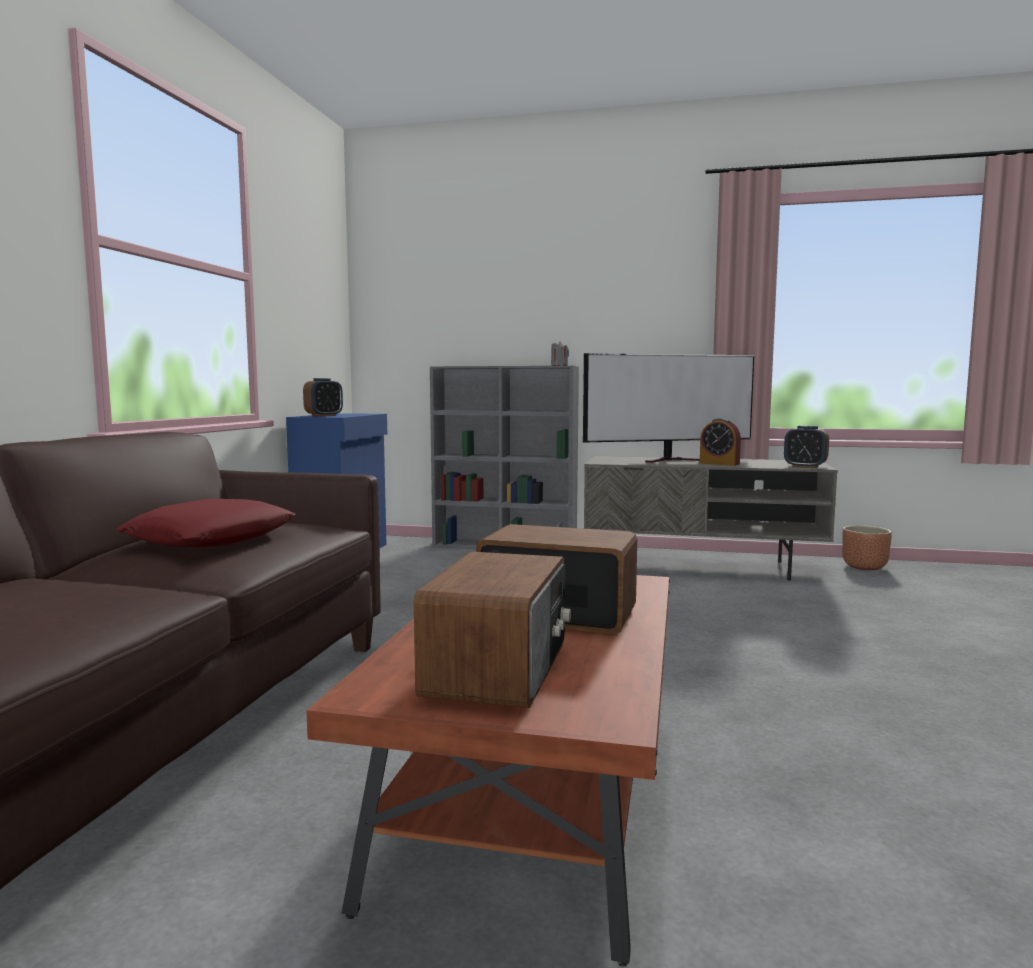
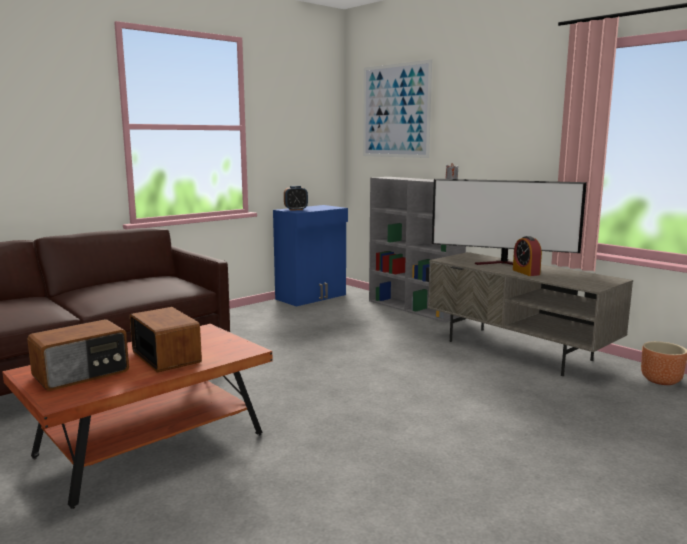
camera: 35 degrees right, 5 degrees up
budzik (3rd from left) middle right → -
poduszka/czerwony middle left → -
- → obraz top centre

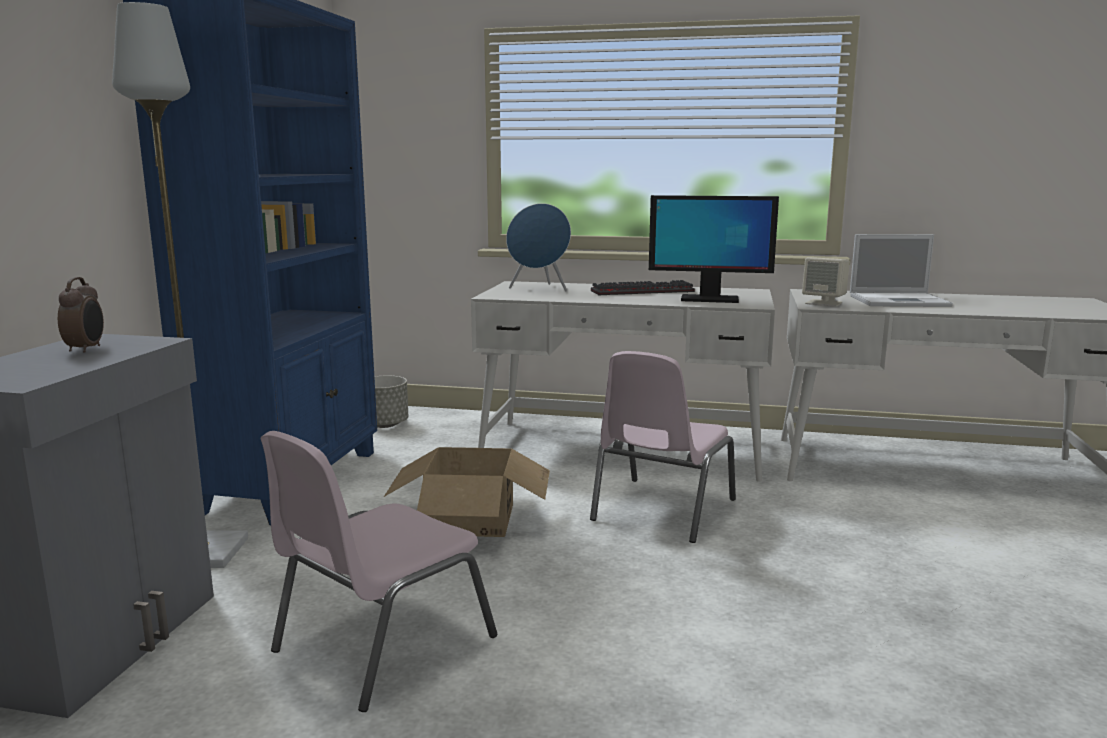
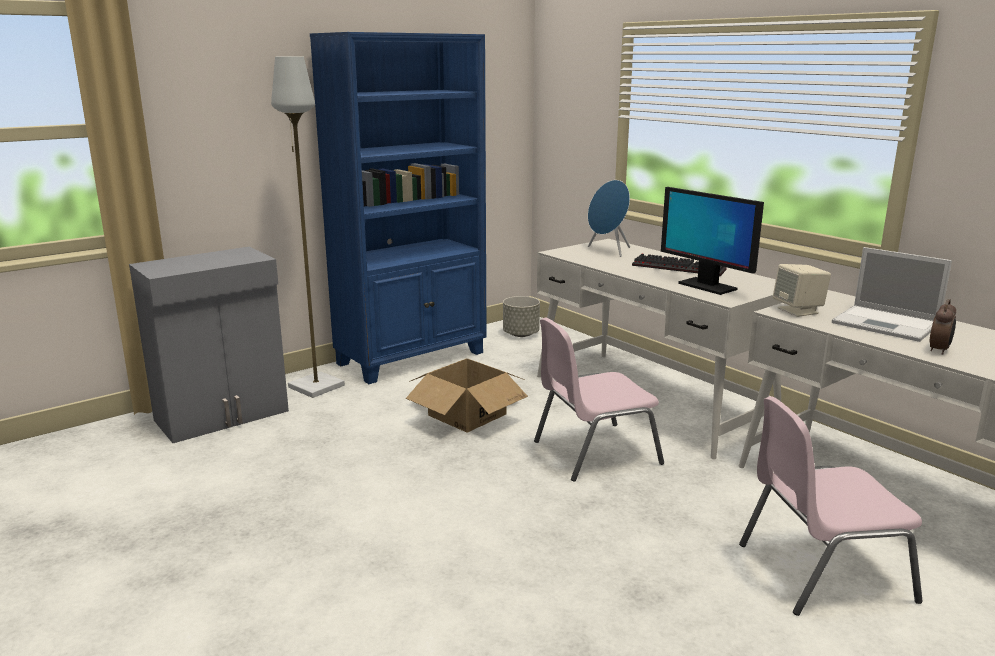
camera: 40 degrees right, 5 degrees up
budzik middle left → budzik middle right, move
krzesło/różowy (1st from left in the first image) bottom centre → krzesło/różowy (2nd from left) bottom right, move

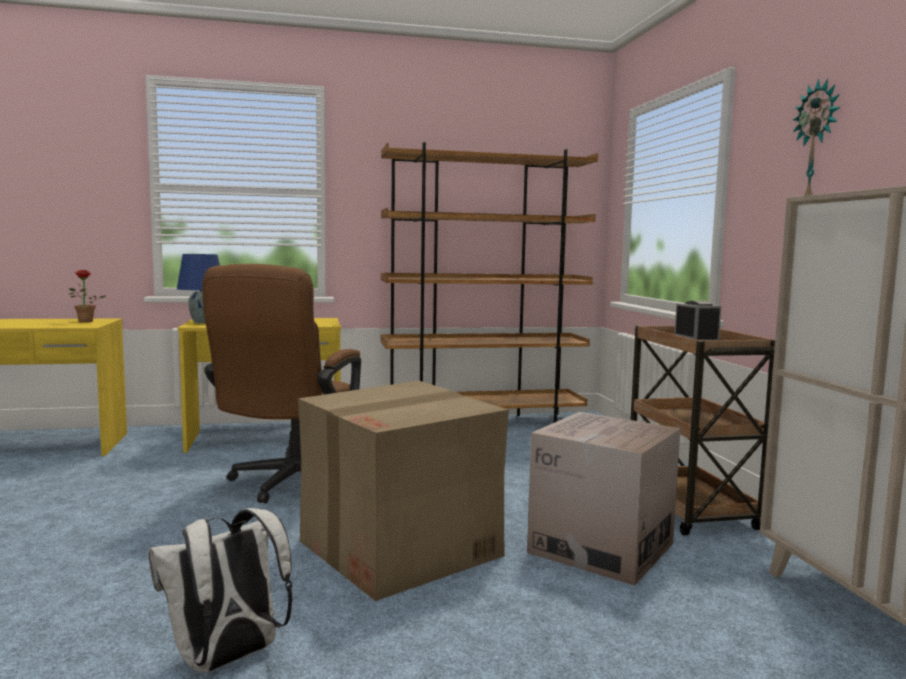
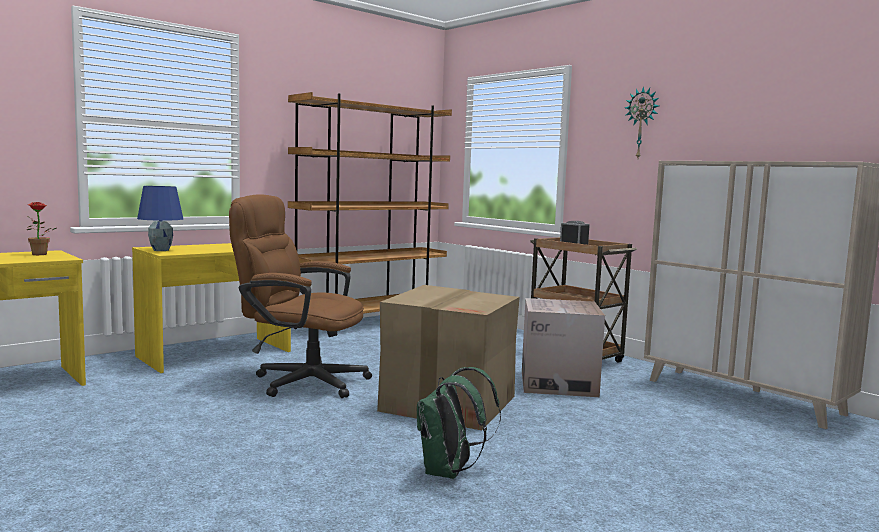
camera: 30 degrees left, 0 degrees up
krzesło biurowe/brązowy middle left → krzesło biurowe/brązowy centre, 120 degrees clockwise
plecak/biały bottom left → plecak/zielony bottom centre

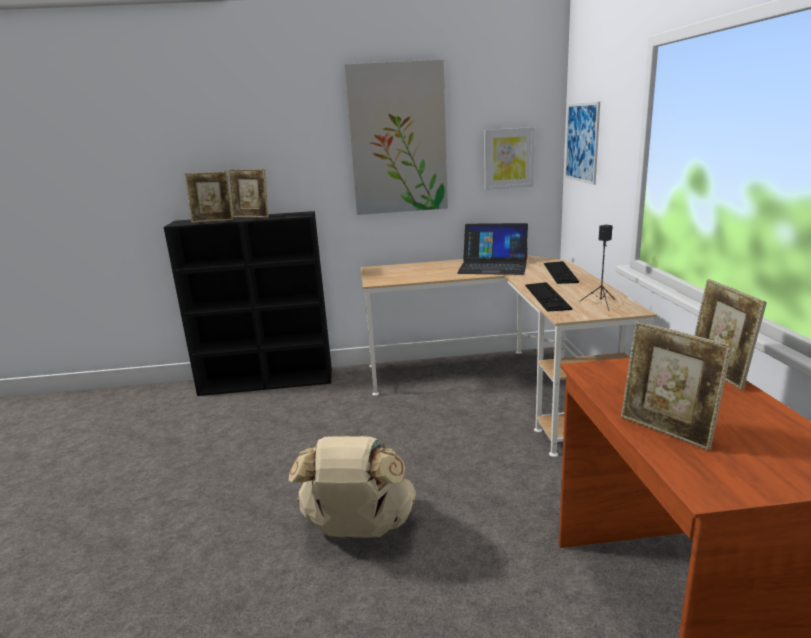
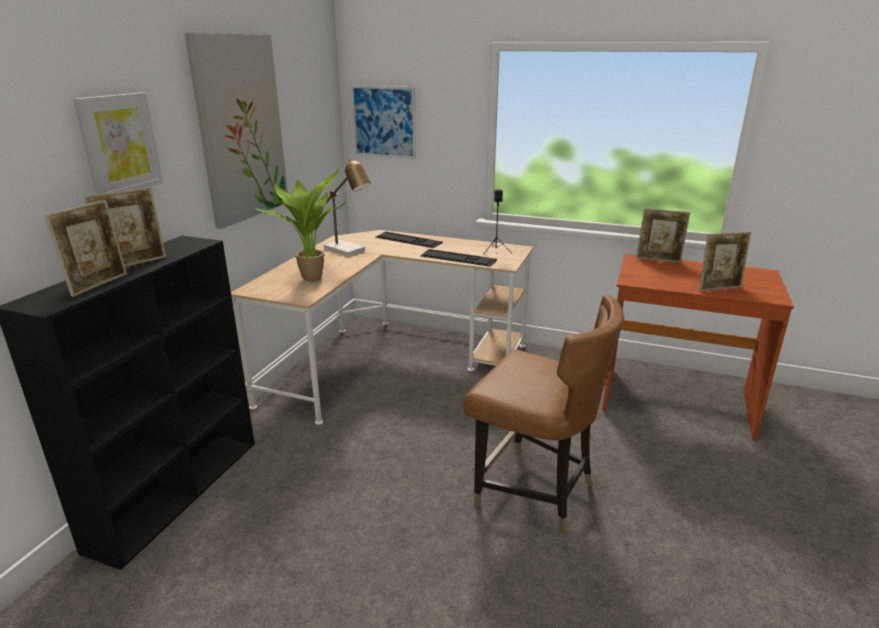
camera: 65 degrees left, 5 degrees up
obraz (2nd from left in the first image) top centre → obraz (1st from left) top left, move
laptop centre → lampa stołowa top centre
plecak/beżowy bottom centre → krzesło/brązowy centre
- → roślina doniczkowa centre

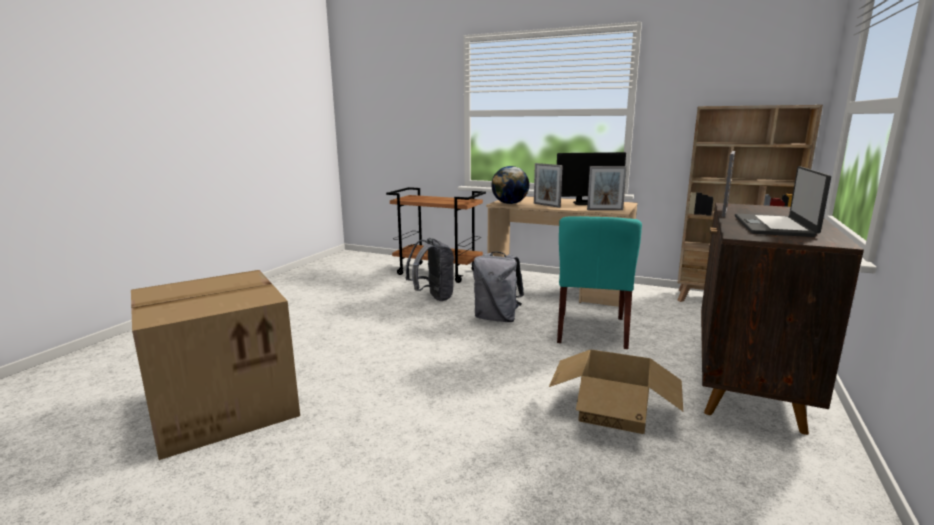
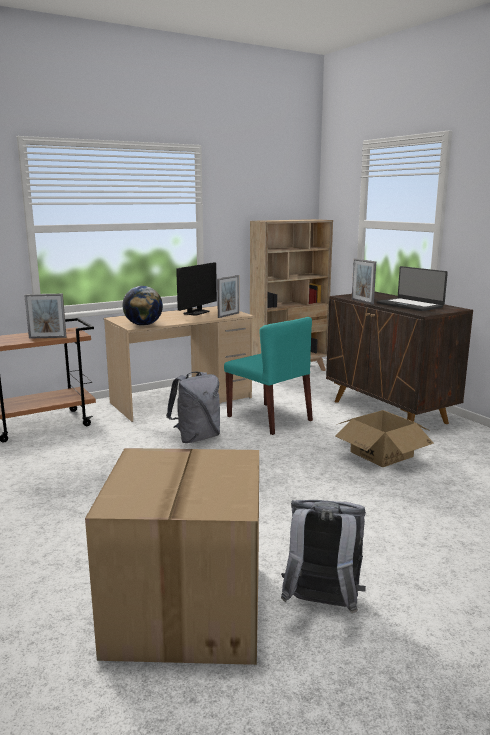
camera: 55 degrees left, 0 degrees up
ramka na zdjęcie (1st from left) centre → ramka na zdjęcie (1st from left) middle left, move
plecak/szary (1st from left in the first image) centre → plecak/szary (2nd from left) bottom centre, move

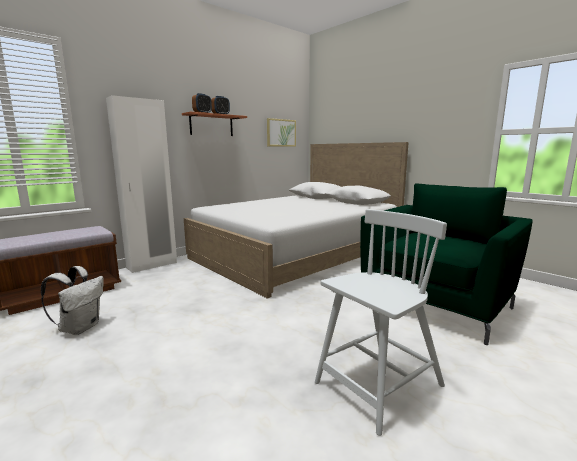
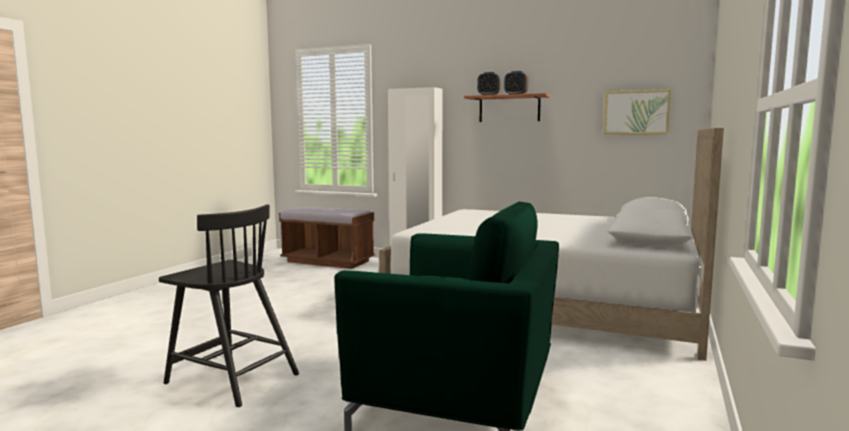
camera: 65 degrees right, 5 degrees down
krzesło/biały bottom centre → krzesło/czarny bottom left
plecak/biały middle left → -

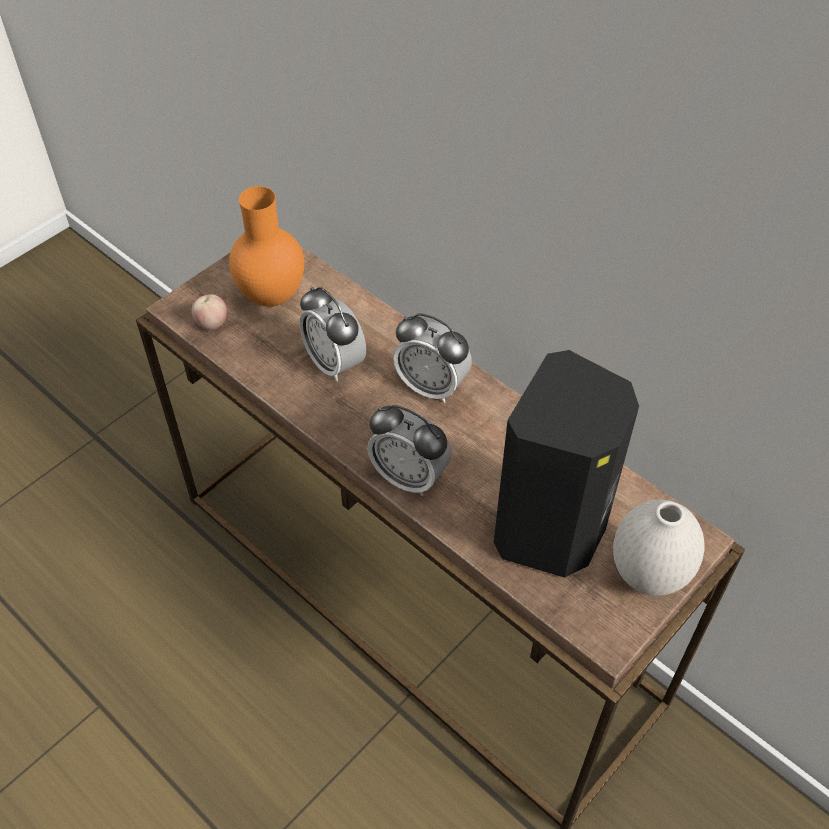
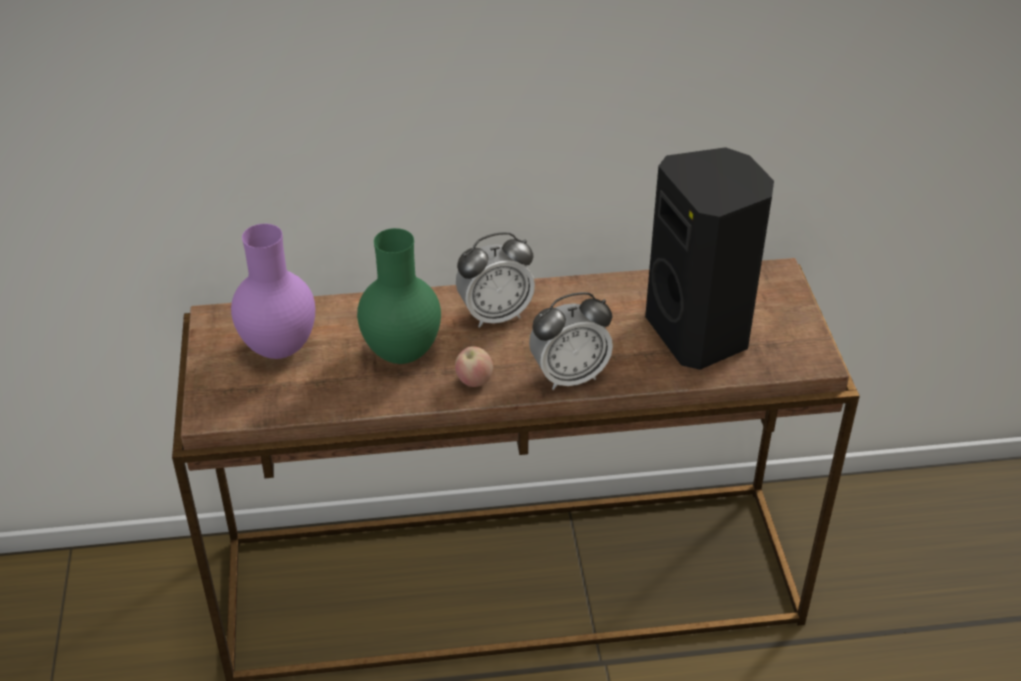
camera: 50 degrees left, 10 degrees down
wazon/pomarańczowy top left → wazon/fioletowy middle left
budzik (1st from left) centre → wazon/zielony centre
jabłko middle left → jabłko centre, move
wazon/biały middle right → -

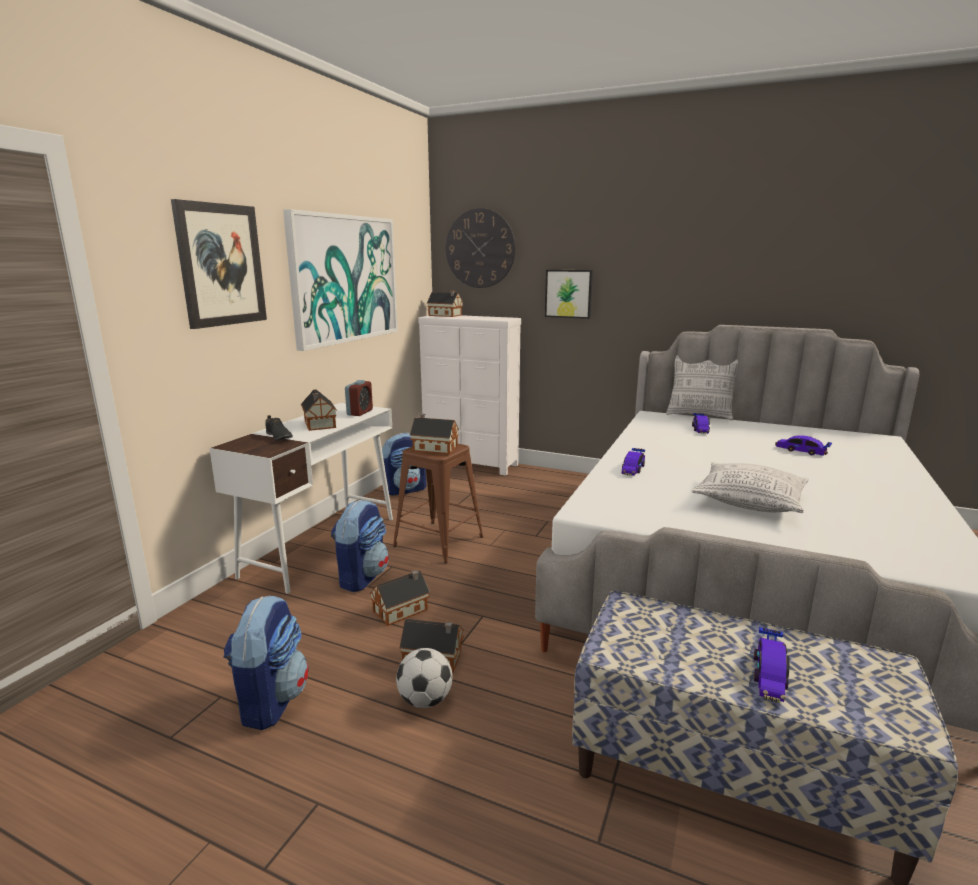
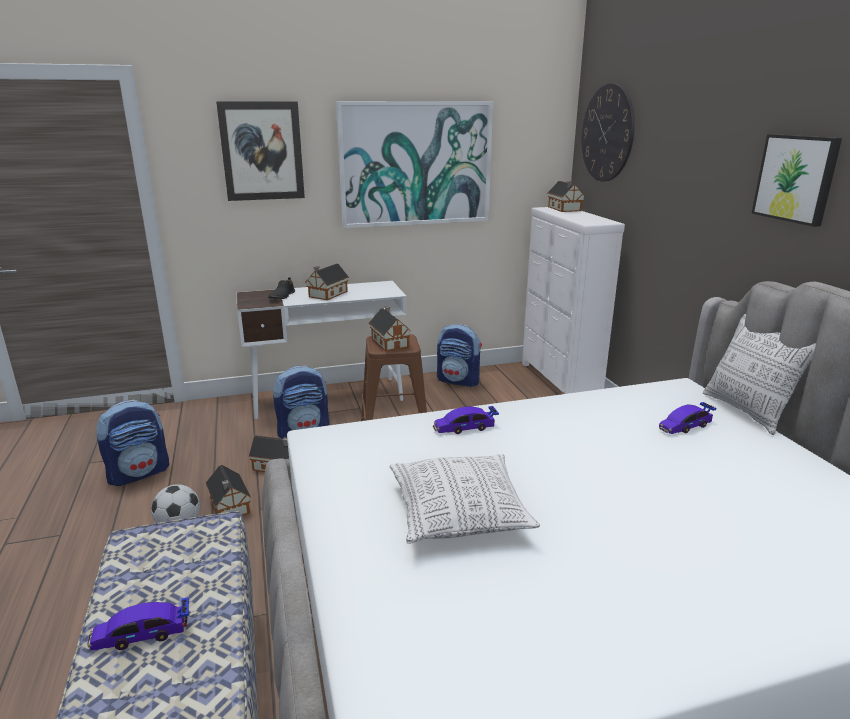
camera: 50 degrees right, 5 degrees up
obraz (3rd from left) top centre → obraz (3rd from left) top right, move
budzik centre → -
samochodzik (4th from left) middle right → -

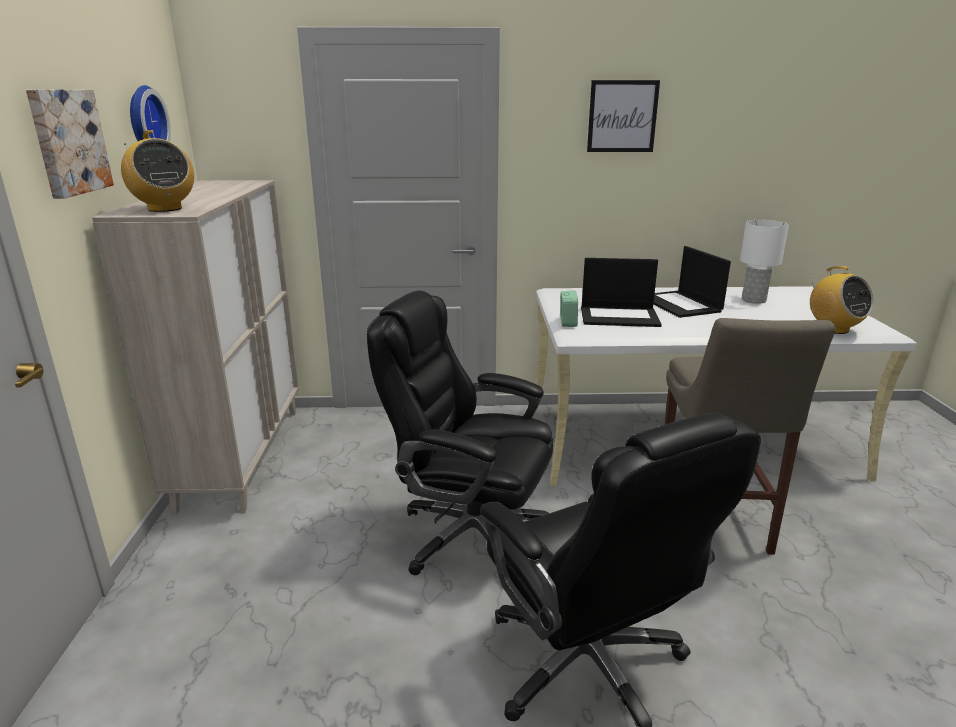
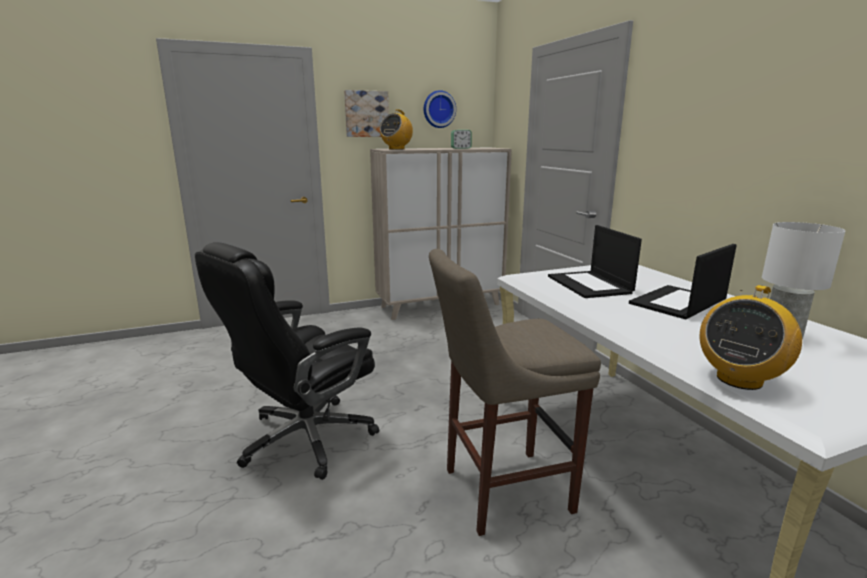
camera: 70 degrees right, 5 degrees down
obraz (2nd from left) top centre → -
krzesło biurowe/czarny (1st from left) centre → -
budzik centre → budzik top centre, move

